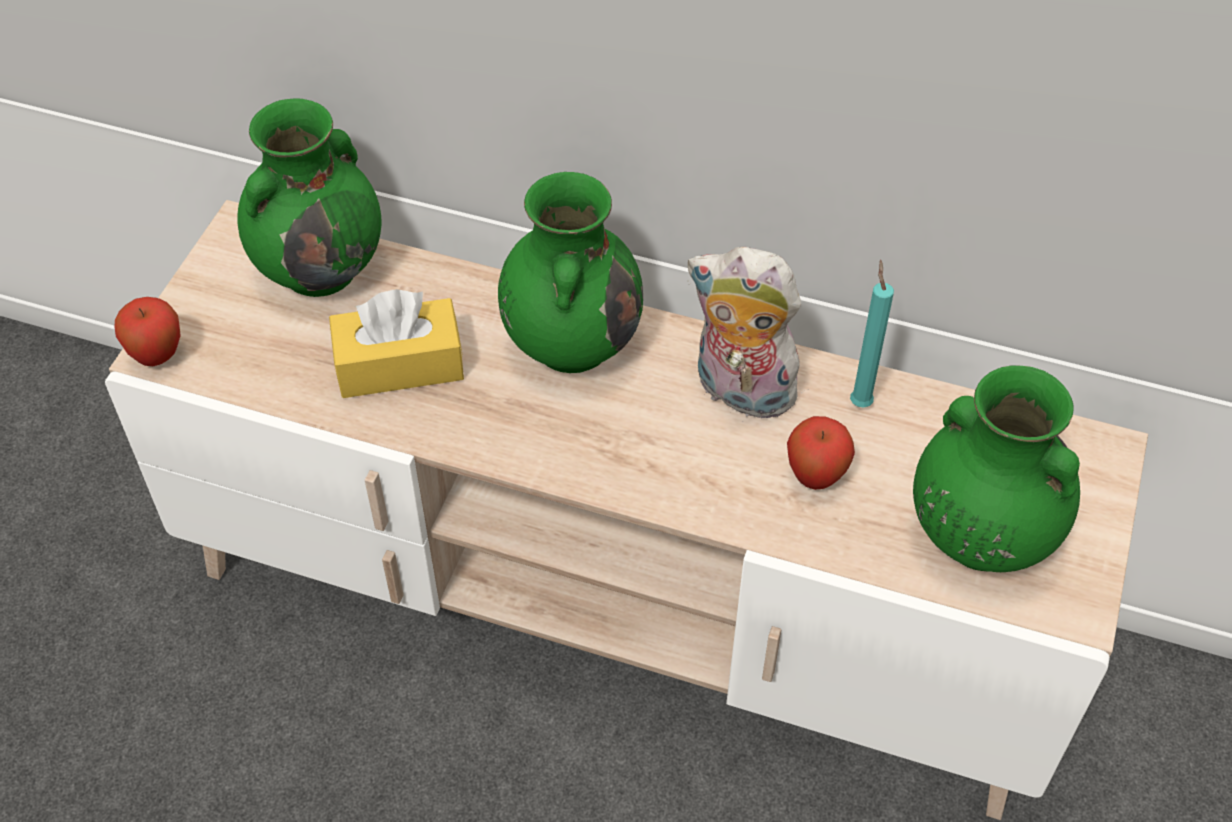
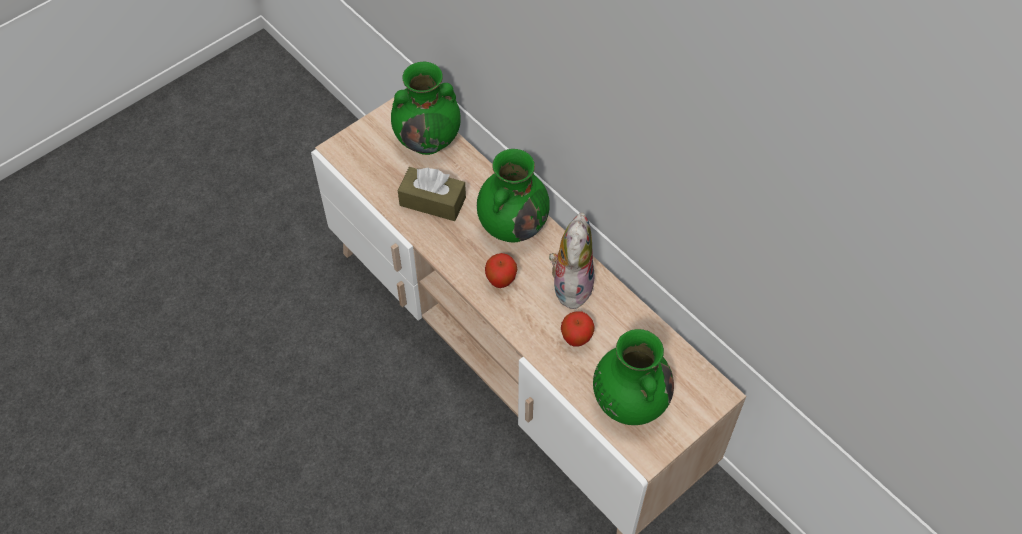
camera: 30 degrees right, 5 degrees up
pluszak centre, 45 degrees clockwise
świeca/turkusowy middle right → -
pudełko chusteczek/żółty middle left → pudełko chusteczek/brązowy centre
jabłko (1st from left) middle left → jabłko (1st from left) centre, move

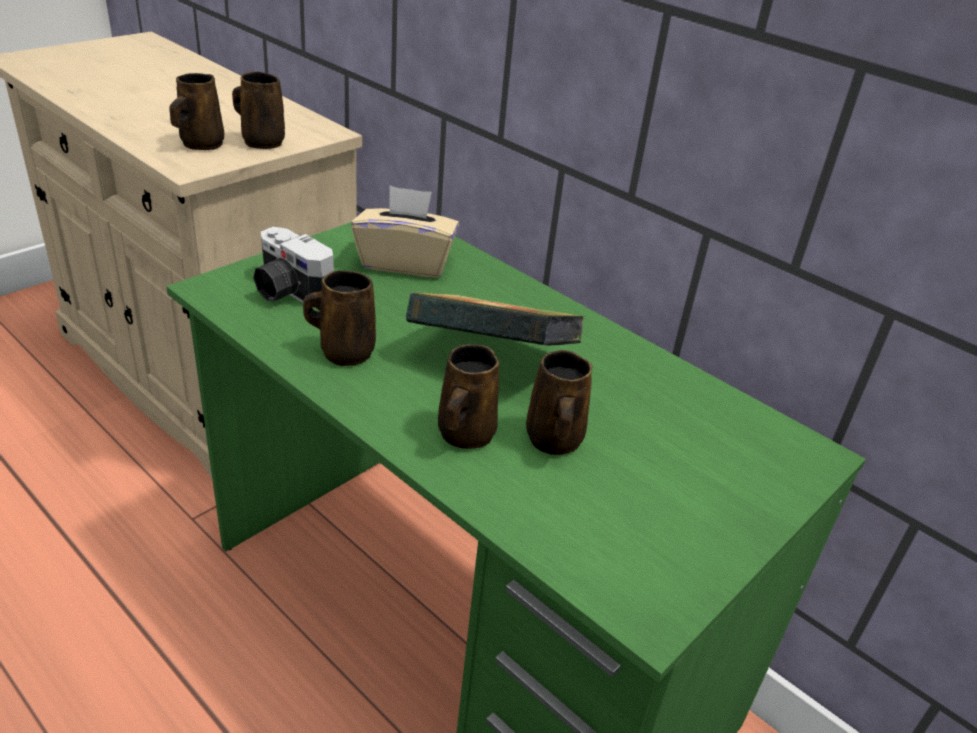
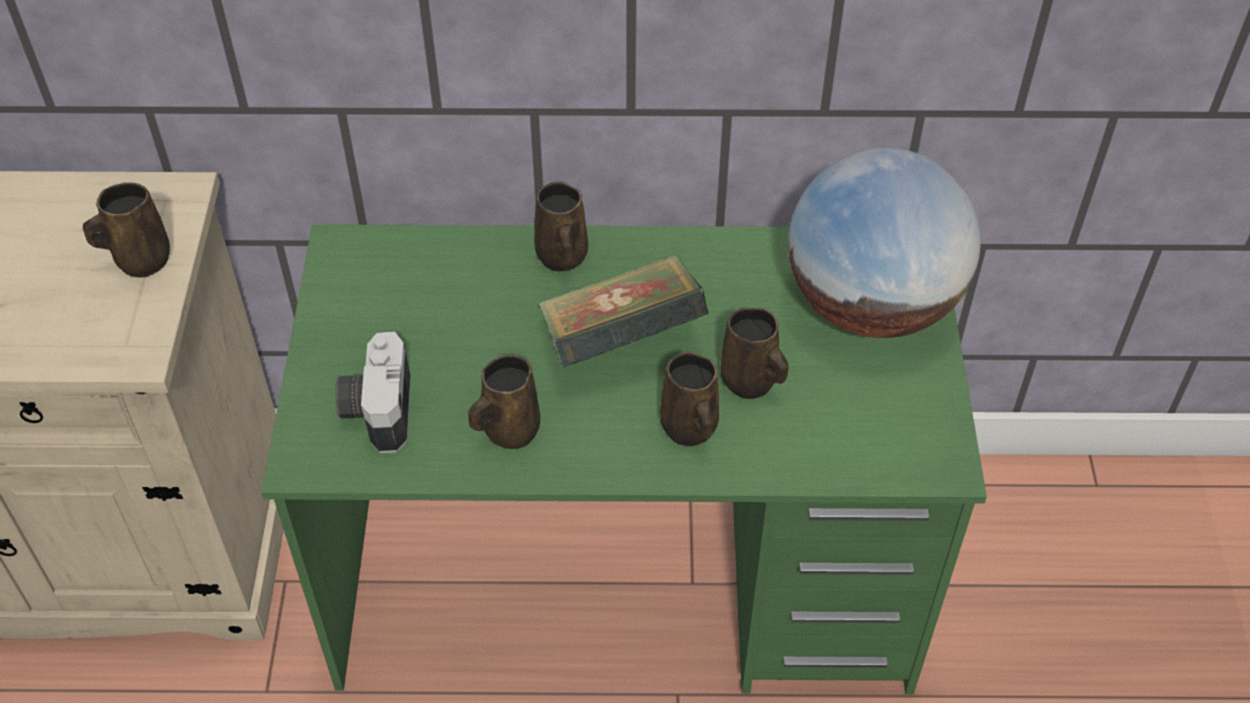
camera: 40 degrees left, 15 degrees up
kubek/brązowy (1st from left in the first image) top left → kubek/brązowy (3rd from left) top centre, move
pudełko chusteczek/beżowy top centre → -
aparat fotograficzny middle left, 90 degrees clockwise
- → globus middle right

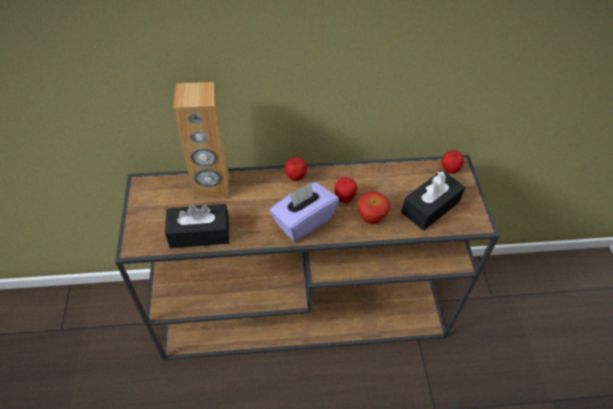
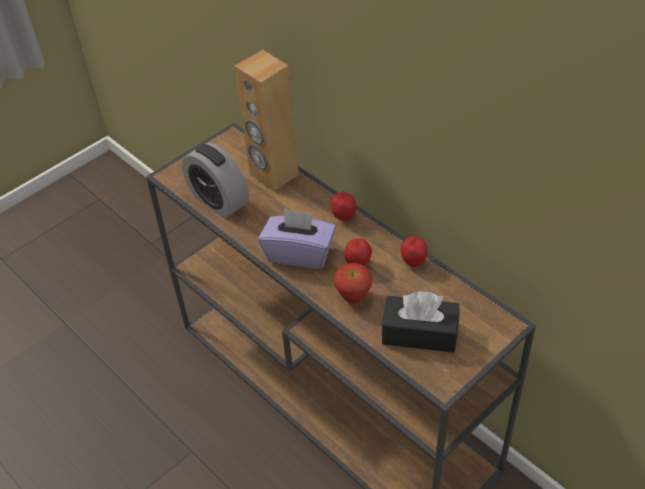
camera: 55 degrees right, 5 degrees down
jabłko (4th from left) middle right → jabłko (4th from left) centre, move
pudełko chusteczek/czarny (1st from left) middle left → budzik centre

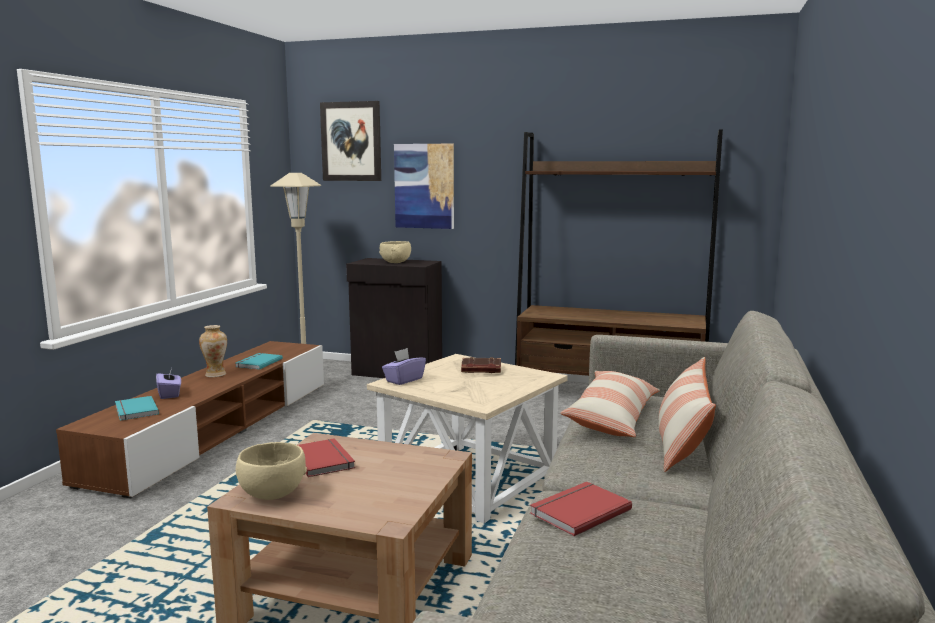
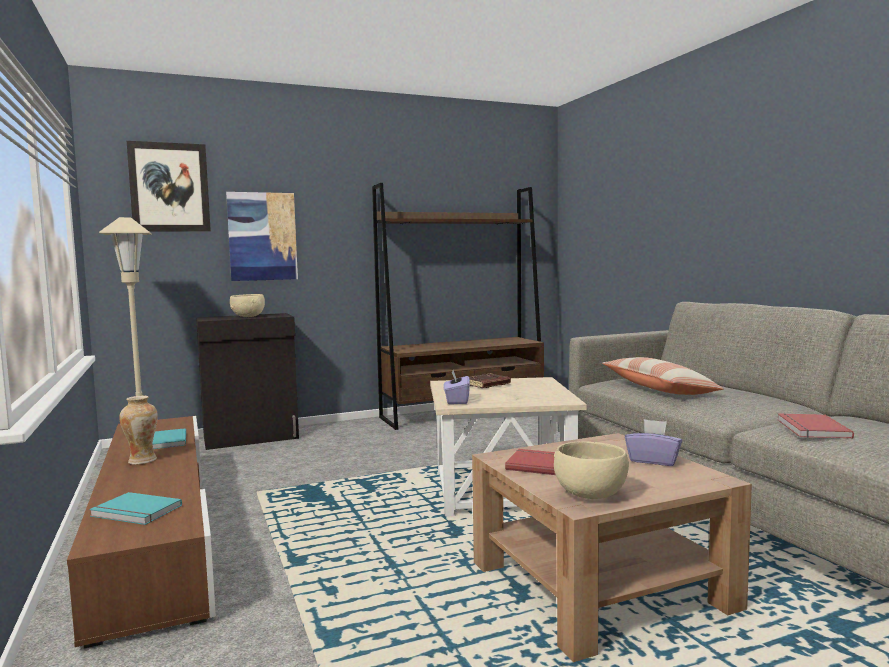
camera: 40 degrees left, 5 degrees down
poduszka (2nd from left) middle right → -
pudełko chusteczek/fioletowy (1st from left in the first image) middle left → pudełko chusteczek/fioletowy (2nd from left) middle right, move

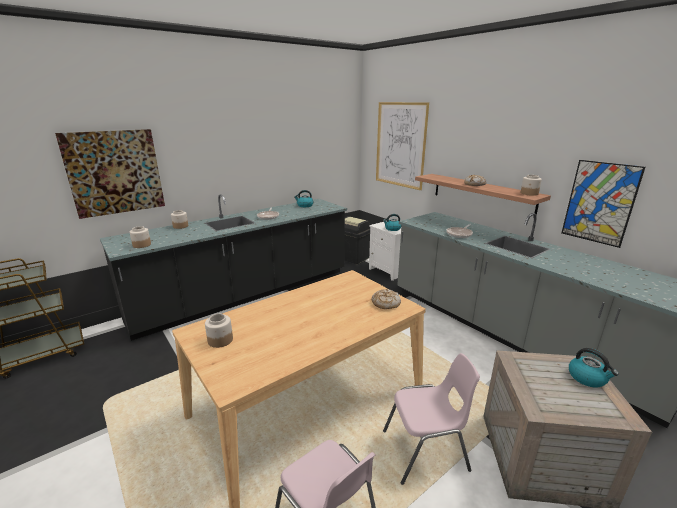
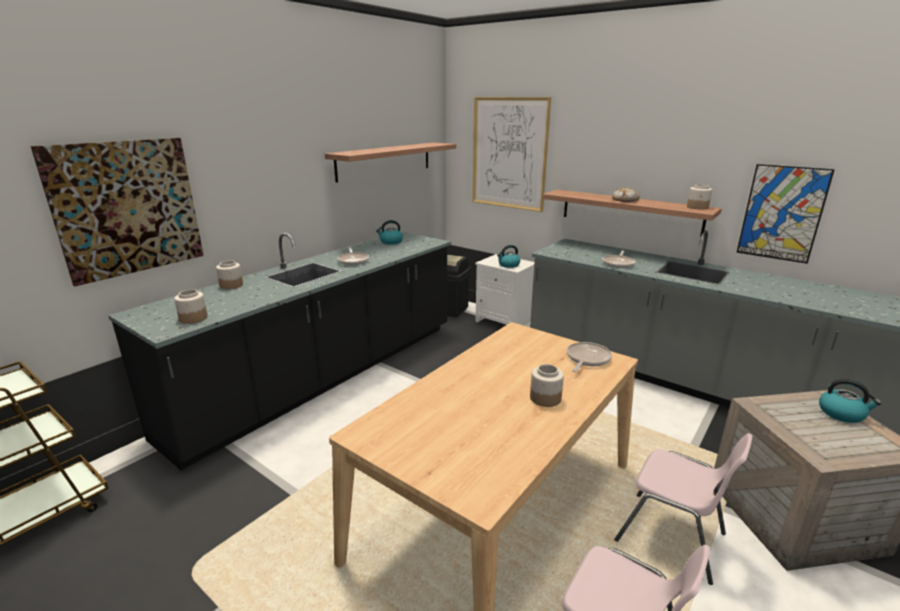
camera: 15 degrees left, 0 degrees up
chleb (1st from left) centre → patelnia (2nd from left) centre
słoik (3rd from left) middle left → słoik (3rd from left) centre, move
krzesło/różowy (2nd from left) bottom centre → krzesło/różowy (2nd from left) bottom right, 60 degrees clockwise
- → półka (1st from left) top centre

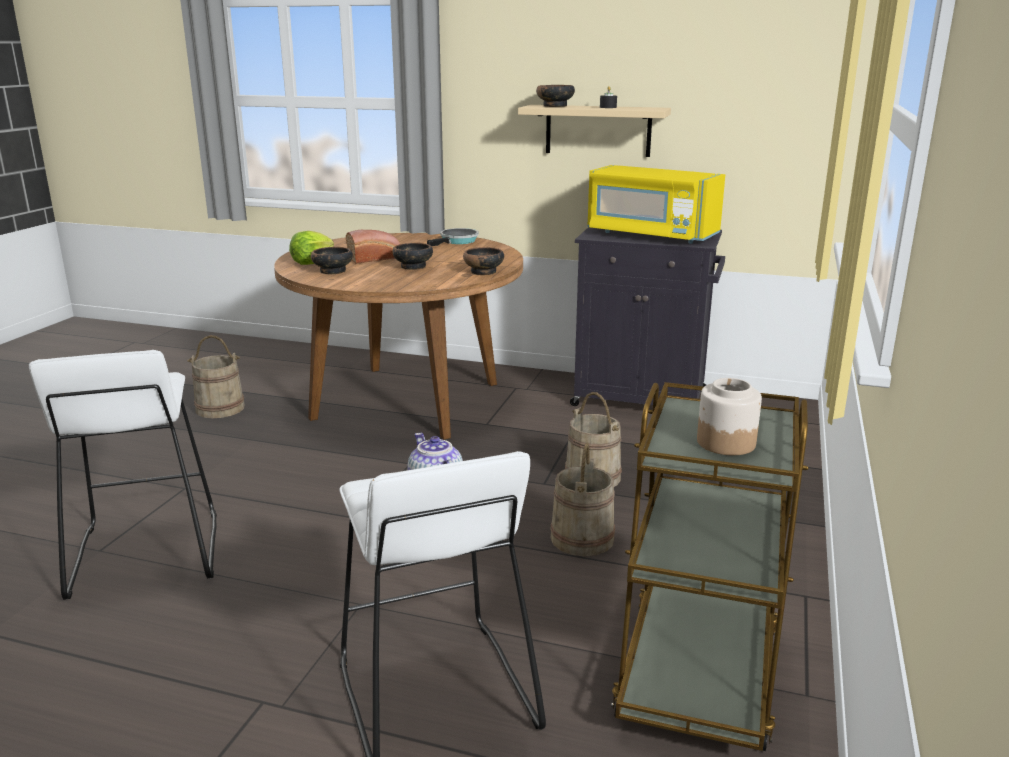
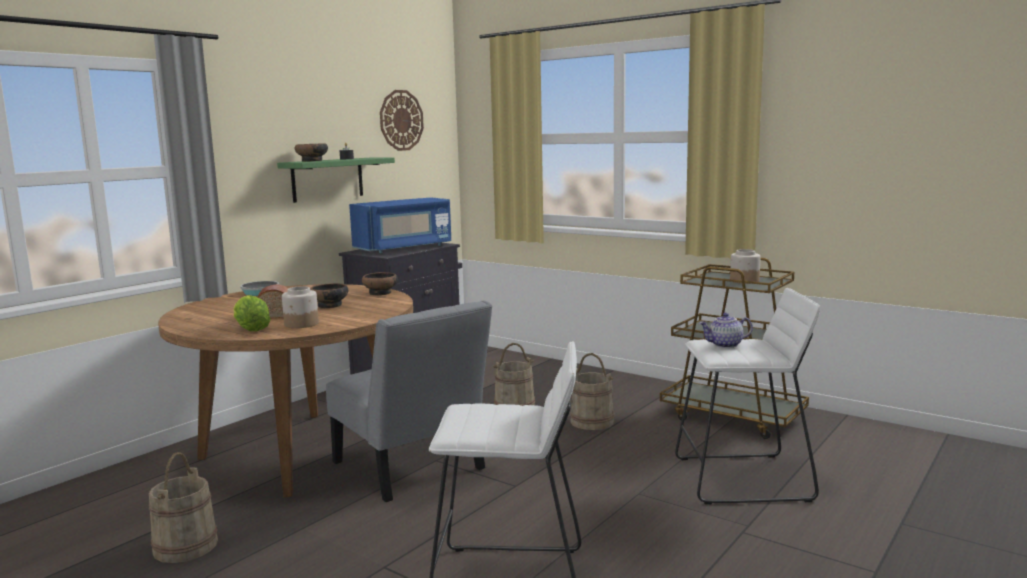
camera: 70 degrees left, 10 degrees down
półka/beżowy top centre → półka/zielony top left
mikrofalówka/żółty top centre → mikrofalówka/niebieski centre
miska (1st from left) middle left → słoik (1st from left) middle left
- → zegar ścienny top centre
- → krzesło/szary bottom centre

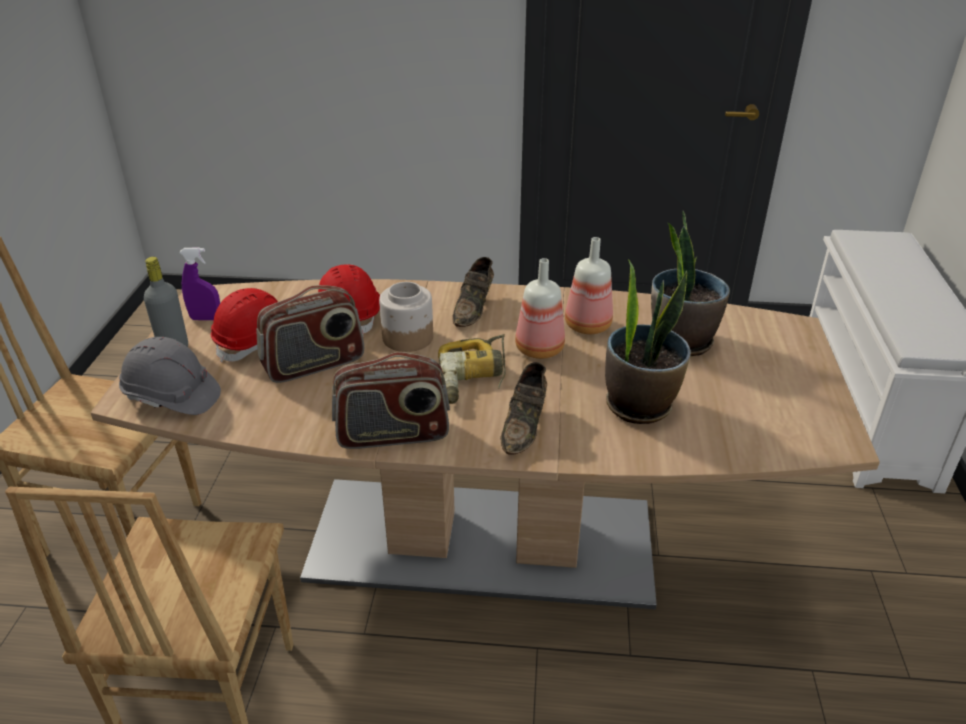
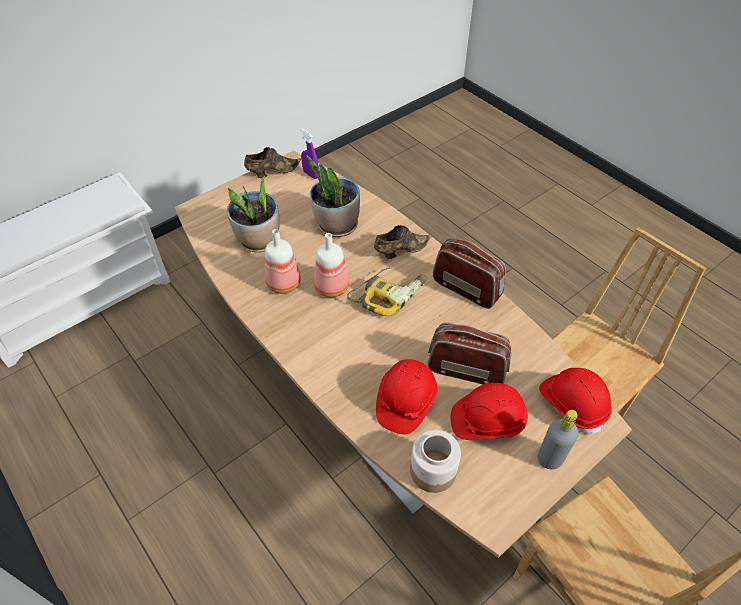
camera: 135 degrees left, 15 degrees up
spryskiwacz/fioletowy middle left → spryskiwacz/fioletowy top centre, move
but/brązowy (1st from left) centre → but/brązowy (1st from left) top centre, move
słoik centre → słoik bottom centre, move
kask/szary middle left → kask/czerwony (3rd from left) middle right

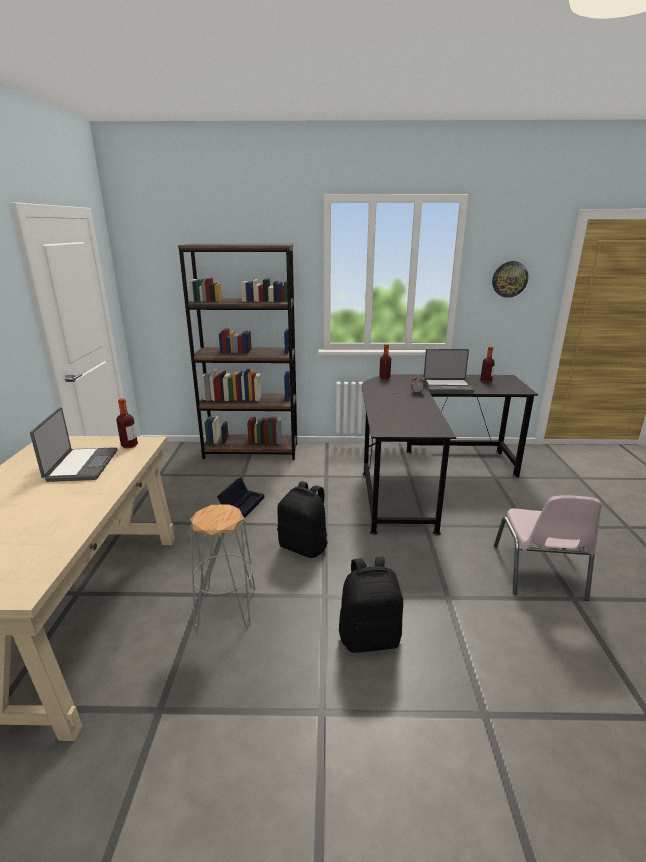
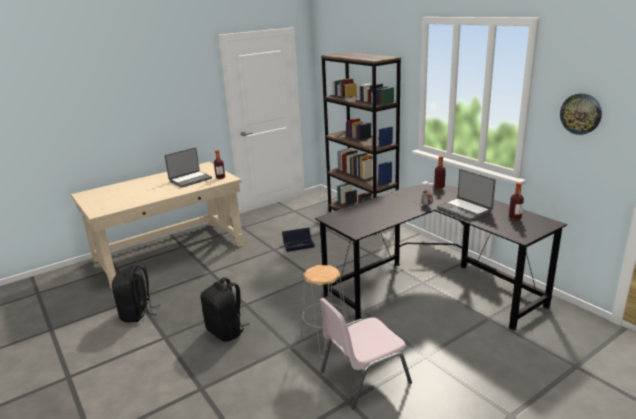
camera: 55 degrees right, 0 degrees up
plecak/czarny (1st from left) centre → plecak/czarny (1st from left) bottom left, move
stołek/szary centre → stołek/szary bottom centre, move

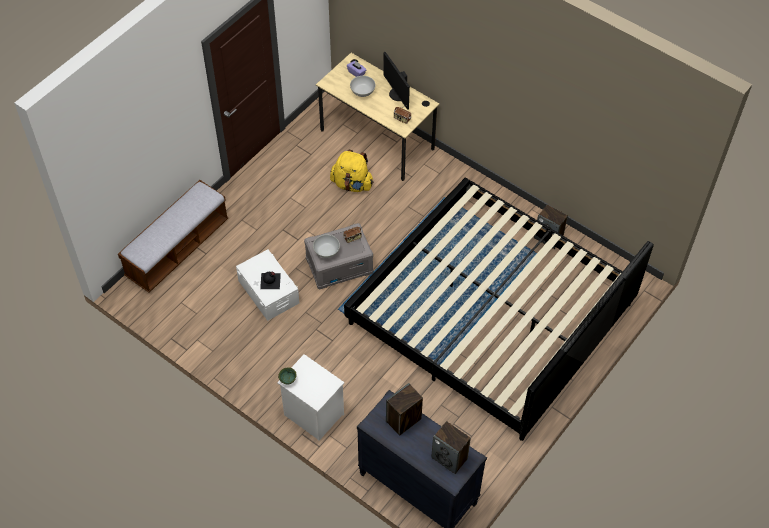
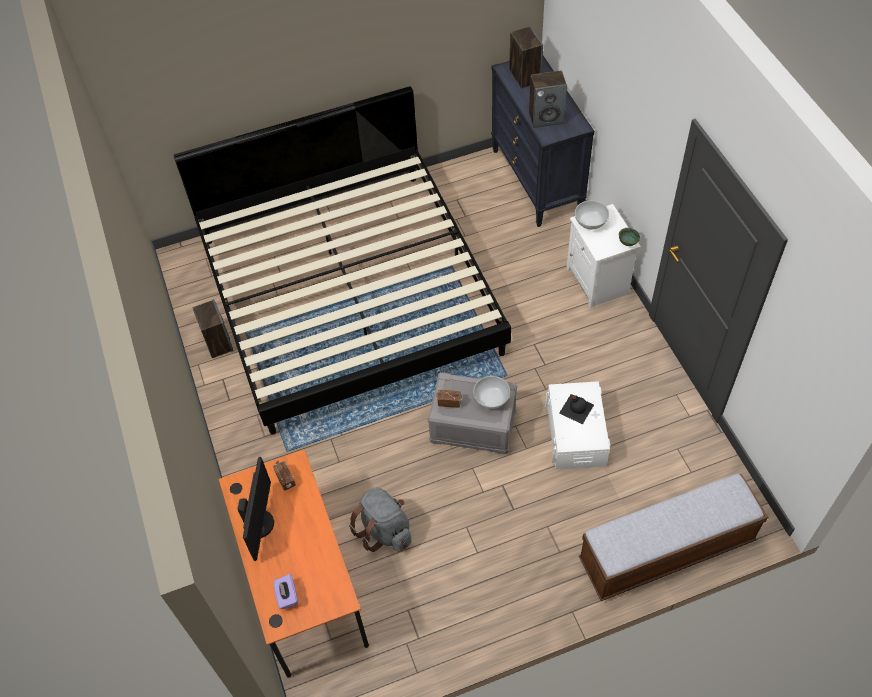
camera: 145 degrees left, 0 degrees up
biurko/beżowy top centre → biurko/pomarańczowy bottom centre
miska/biały (2nd from left) top centre → miska/biały (2nd from left) top right, move
plecak/żółty top centre → plecak/szary bottom centre

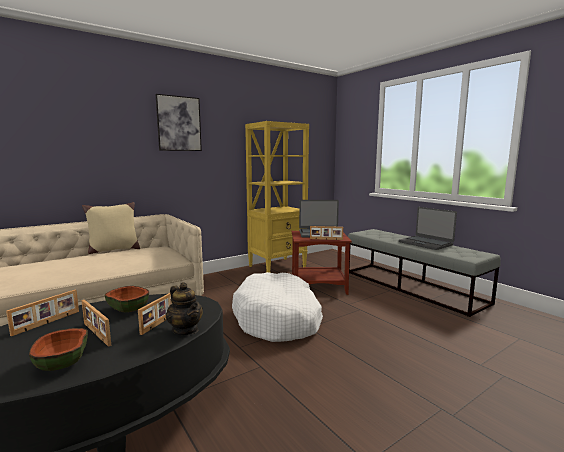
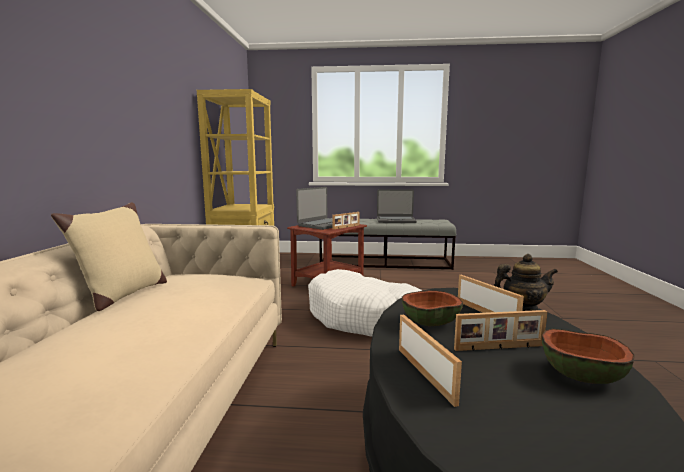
camera: 50 degrees left, 0 degrees up
obraz top left → -

